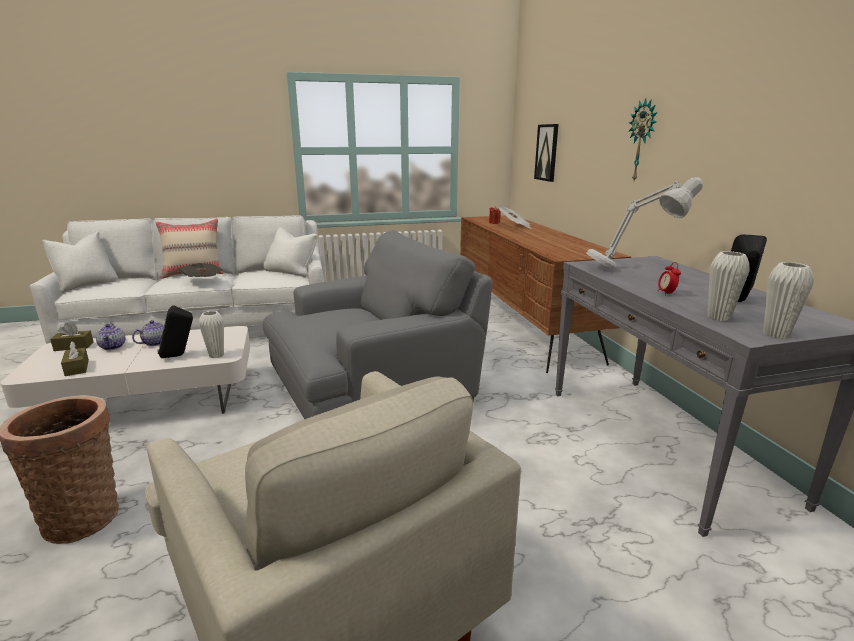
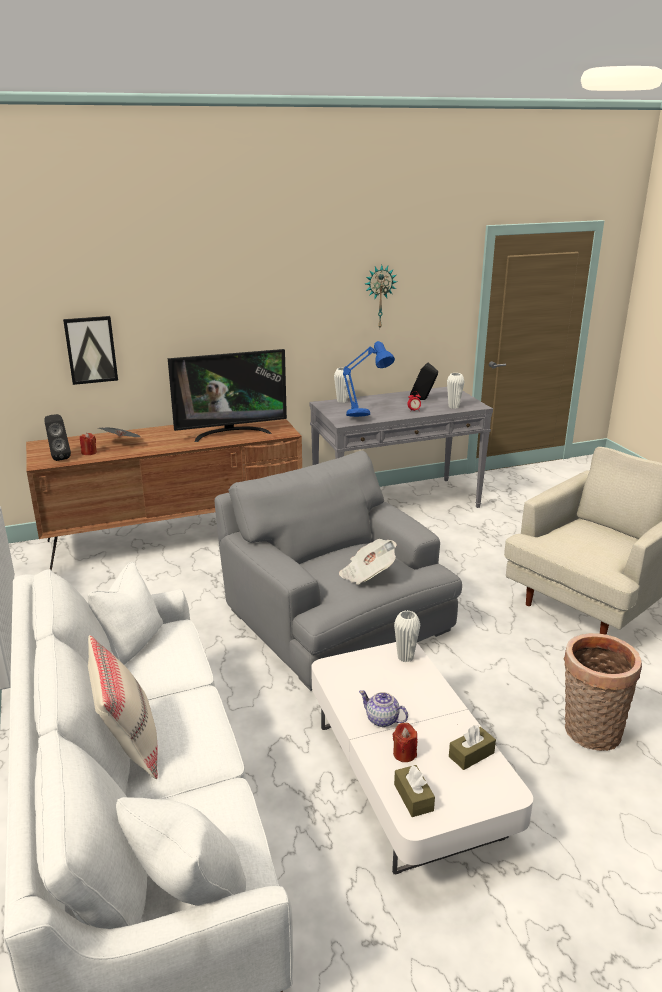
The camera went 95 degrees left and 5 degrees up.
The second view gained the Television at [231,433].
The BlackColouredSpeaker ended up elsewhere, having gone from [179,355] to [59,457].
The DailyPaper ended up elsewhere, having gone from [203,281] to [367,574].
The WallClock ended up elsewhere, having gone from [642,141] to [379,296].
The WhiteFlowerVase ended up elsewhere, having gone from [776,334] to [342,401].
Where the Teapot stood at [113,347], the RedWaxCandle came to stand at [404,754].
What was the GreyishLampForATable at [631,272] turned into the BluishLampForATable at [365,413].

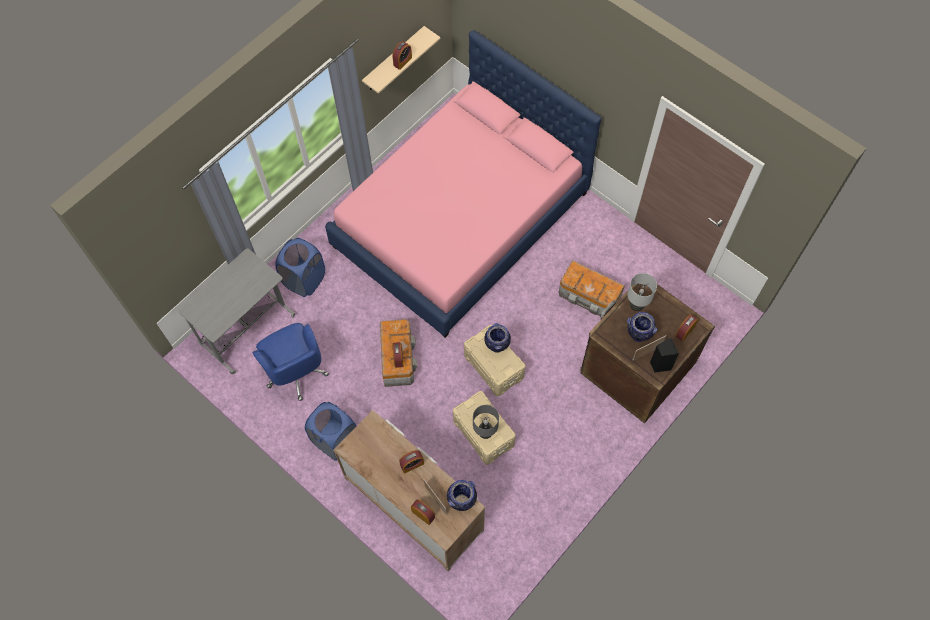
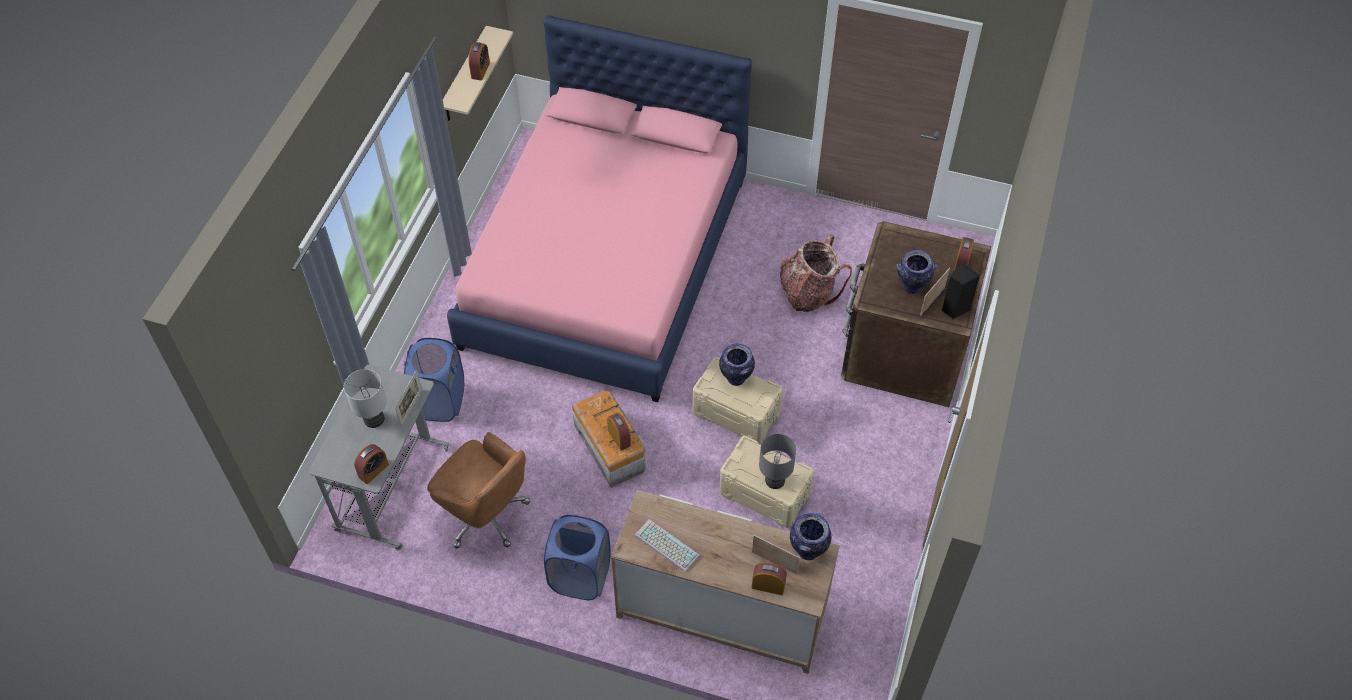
The camera went 25 degrees left and 10 degrees down.
The second view gained the PictureFrame at [411,407].
The second view gained the Keyboard at [665,546].
The BedsideClock ended up elsewhere, having gone from [412,464] to [373,470].
The GreyishLampForATable ended up elsewhere, having gone from [637,304] to [374,419].
Where the StorageContainer stood at [589,297], the Backpack came to stand at [808,293].
What was the BluishOfficeChair at [296,373] turned into the BrownOfficeChair at [485,515].

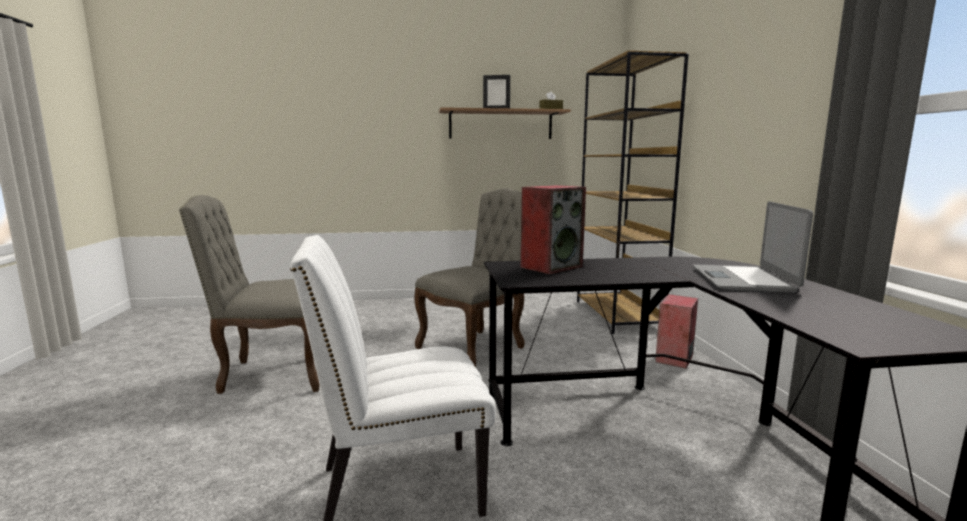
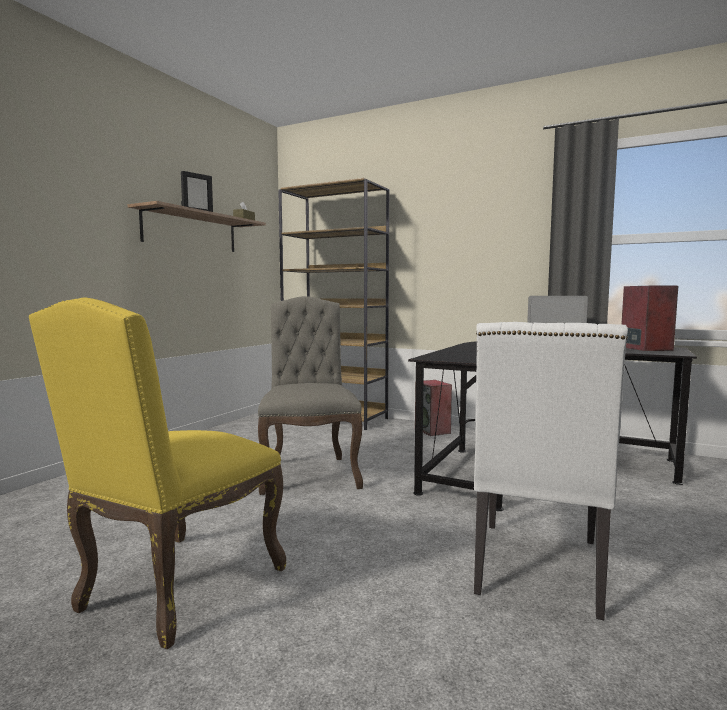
The camera went 55 degrees left and 5 degrees down.
The Speaker ended up elsewhere, having gone from [551,267] to [644,348].
What was the GreyishChair at [275,373] turned into the YellowColouredChair at [176,588].

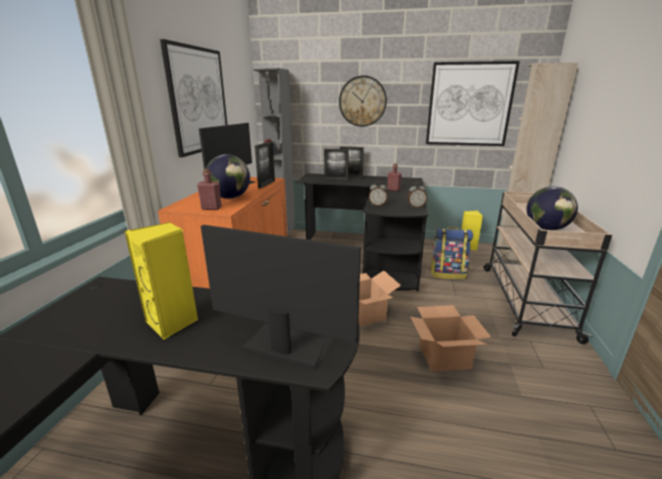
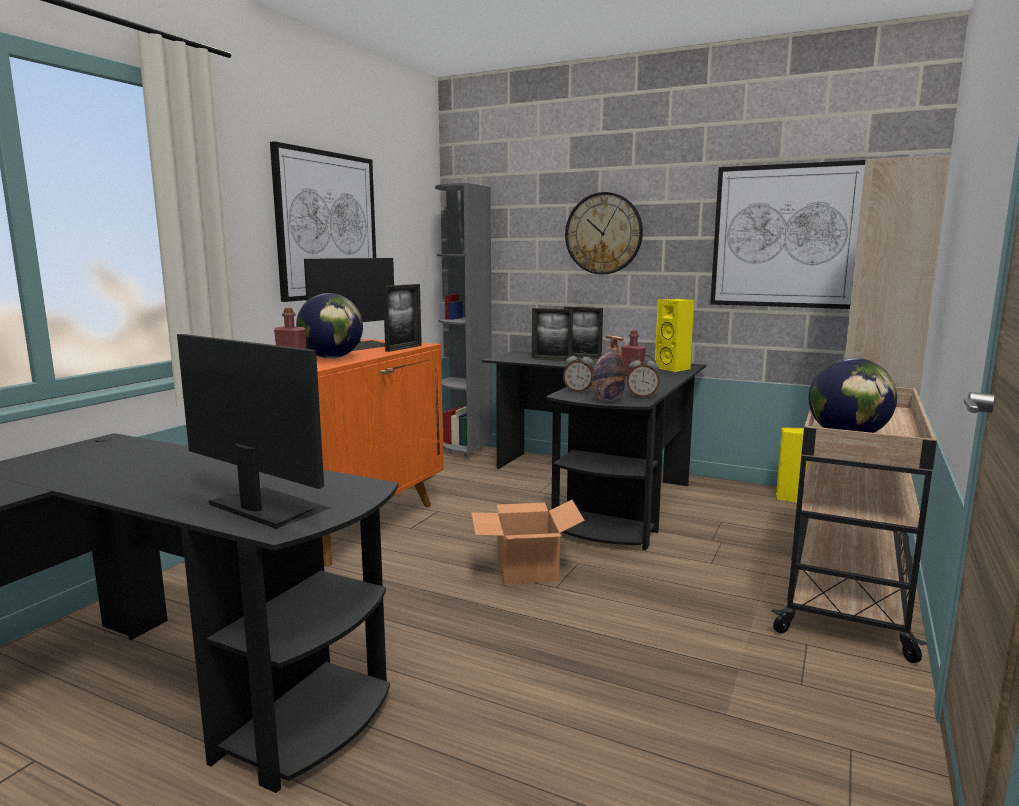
The camera went 15 degrees right and 10 degrees down.
The second view lost the PackingBox at [443,357].
The second view lost the Backpack at [448,274].
The second view gained the DrinkBottle at [607,400].
The YellowColouredSpeaker ended up elsewhere, having gone from [173,323] to [674,369].

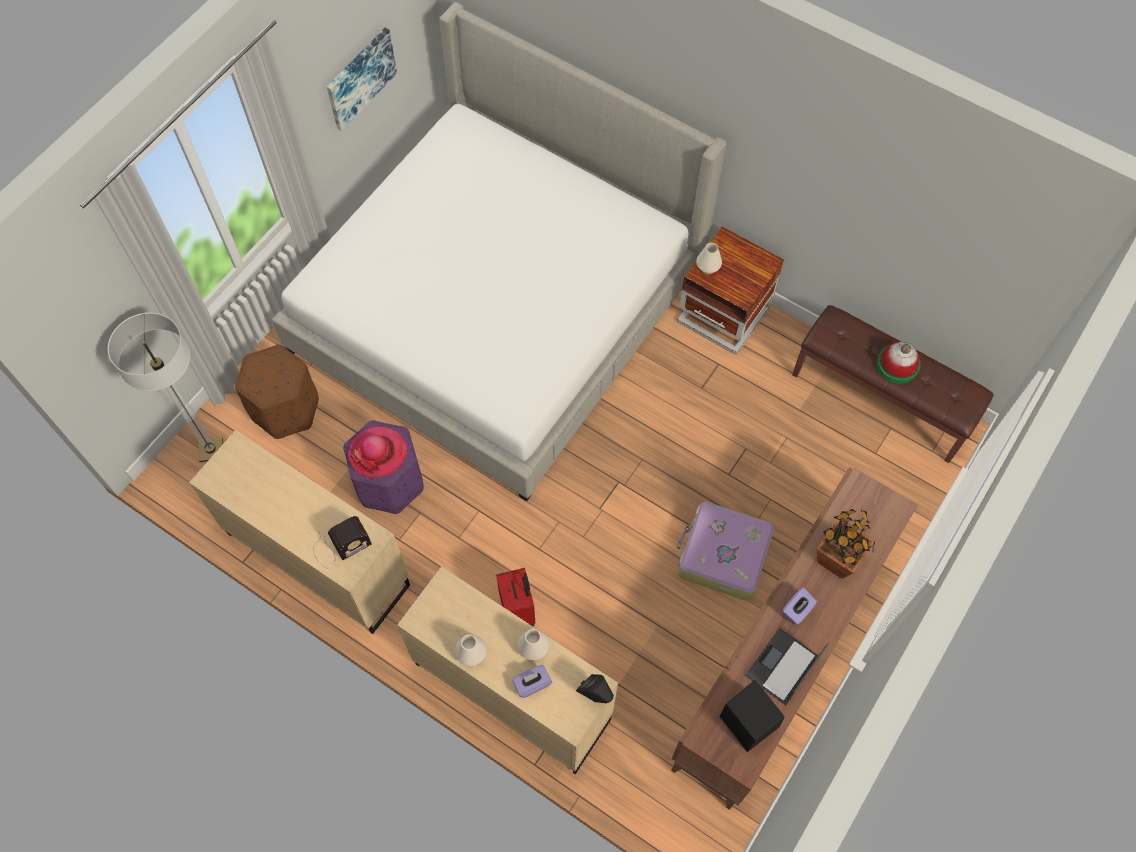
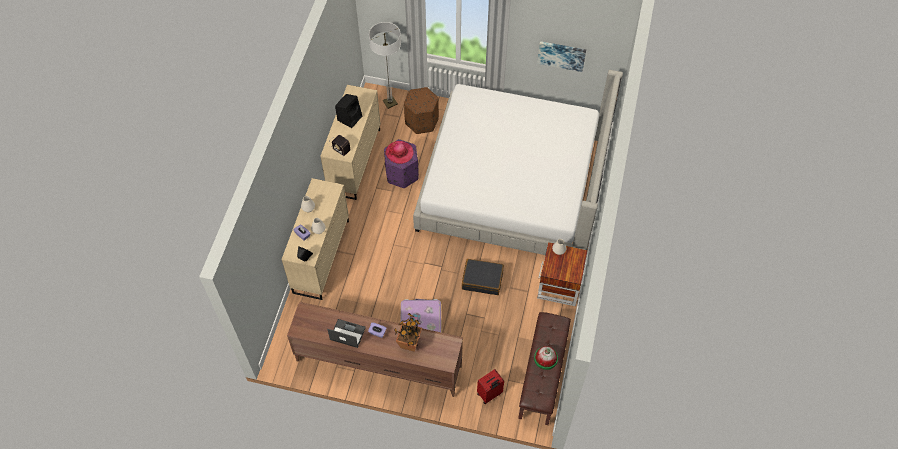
The camera went 70 degrees right and 5 degrees down.
The second view gained the BlackColouredPieceOfLuggage at [482,279].
The RedPieceOfLuggage ended up elsewhere, having gone from [518,610] to [489,394].
The BlackColouredSpeaker ended up elsewhere, having gone from [747,720] to [350,117].

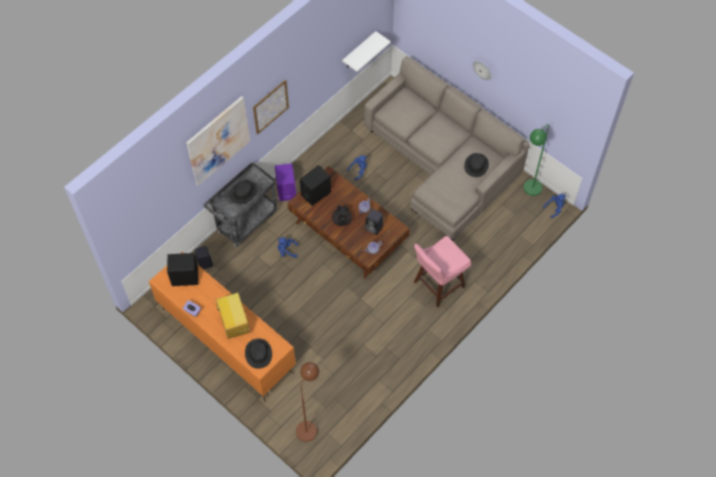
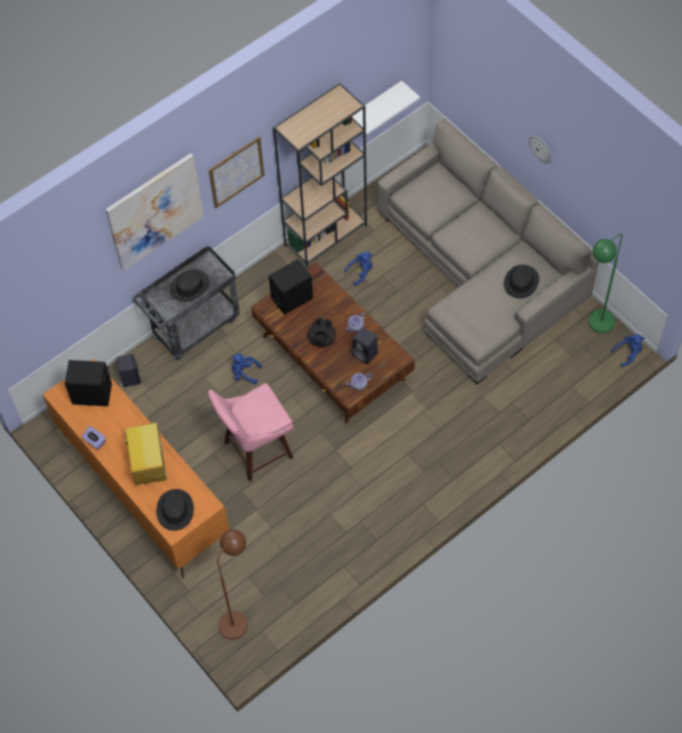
The camera went 10 degrees right and 0 degrees up.
The second view lost the PurpleColouredSpeaker at [286,190].
The second view gained the Bookshelf at [325,235].
The PinkColouredSittingStool ended up elsewhere, having gone from [437,285] to [255,451].

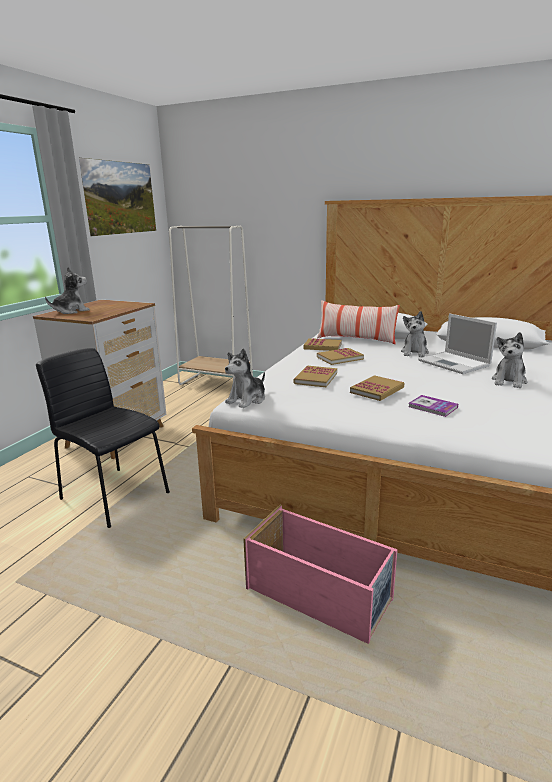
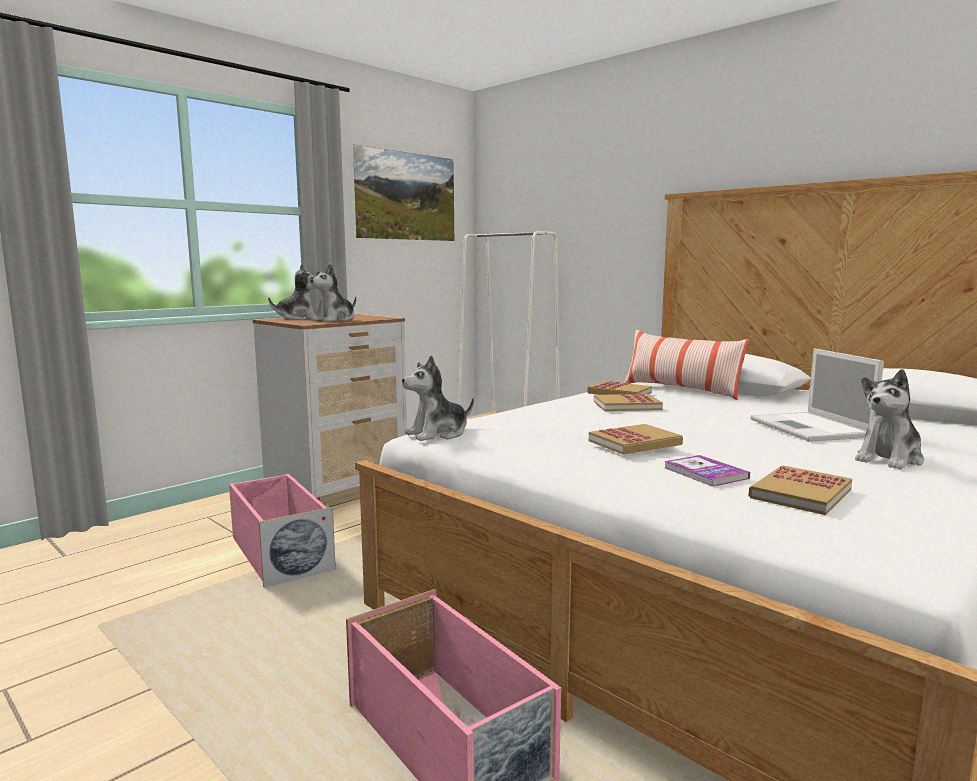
The camera went 20 degrees right and 10 degrees down.
The Volume ended up elsewhere, having gone from [315,378] to [800,493].
The SoftToy ended up elsewhere, having gone from [414,352] to [335,320].
Where the BlackColouredChair stood at [112,495], the PinkColouredStorageContainer came to stand at [279,553].

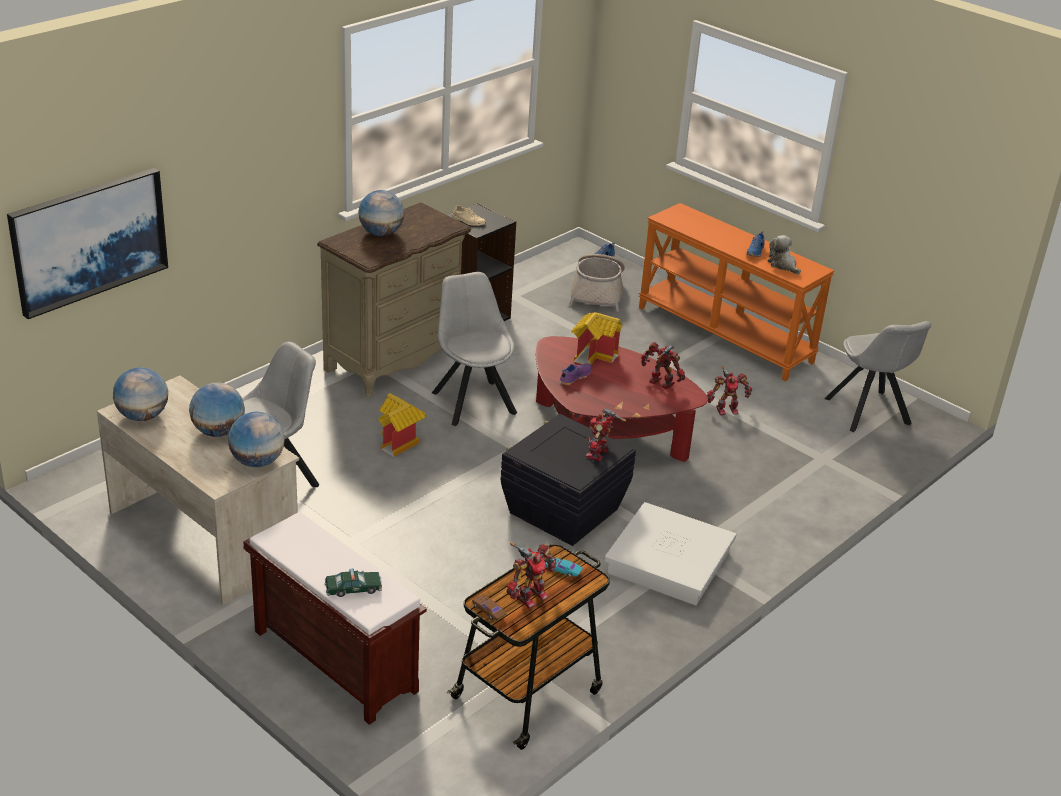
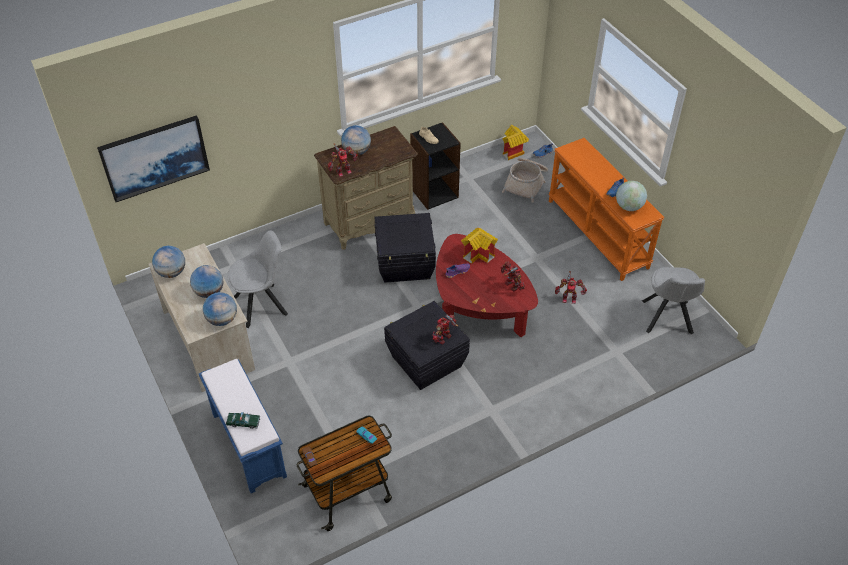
The camera went 20 degrees right and 15 degrees up.
The second view lost the WhiteStorageContainer at [668,562].
The MiniatureHouse ended up elsewhere, having gone from [400,443] to [513,152].
The RobotFigure ended up elsewhere, having gone from [530,596] to [343,171].
Where the GreyishChair stood at [473,401], the BlackColouredStorageContainer came to stand at [405,264].
Where the SoftToy stood at [783,265], the DeskGlobe came to stand at [629,207].
What was the BrownBench at [333,660] turned into the BluishBench at [248,444].

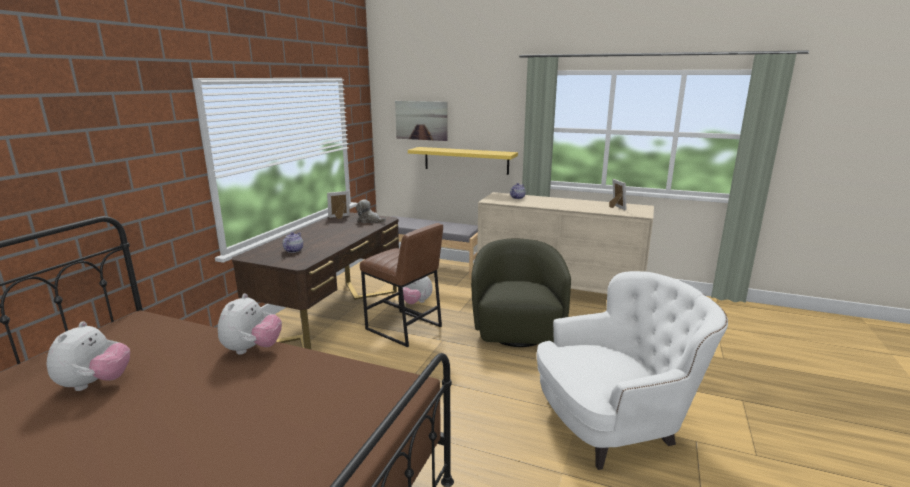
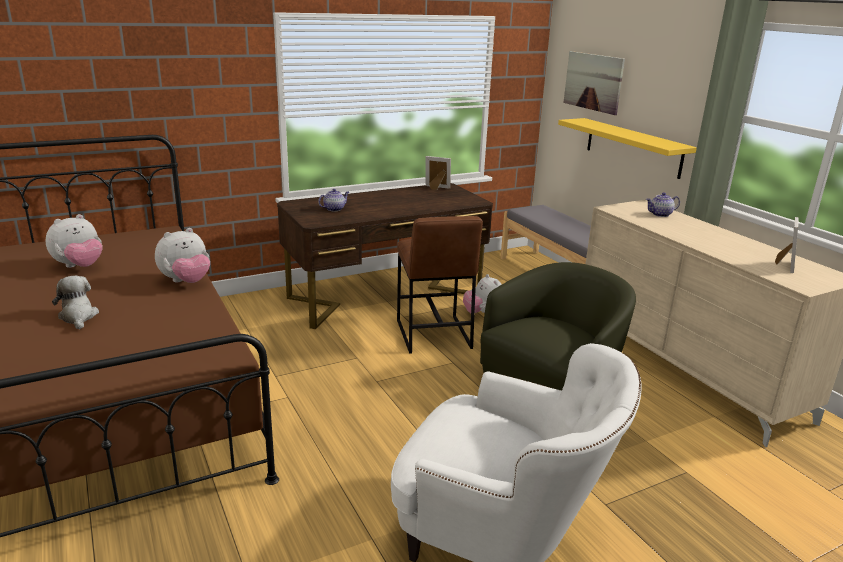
The camera went 40 degrees right and 5 degrees up.
The SoftToy ended up elsewhere, having gone from [369,221] to [78,317].

